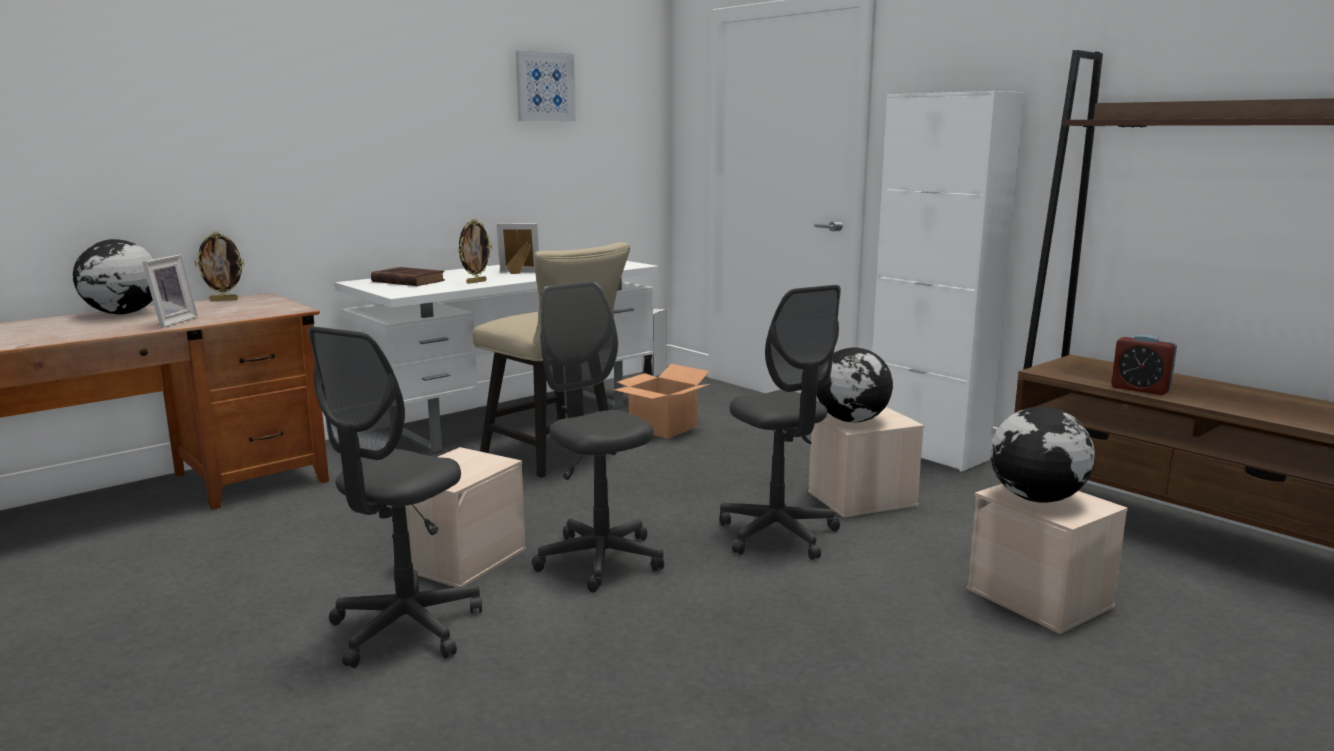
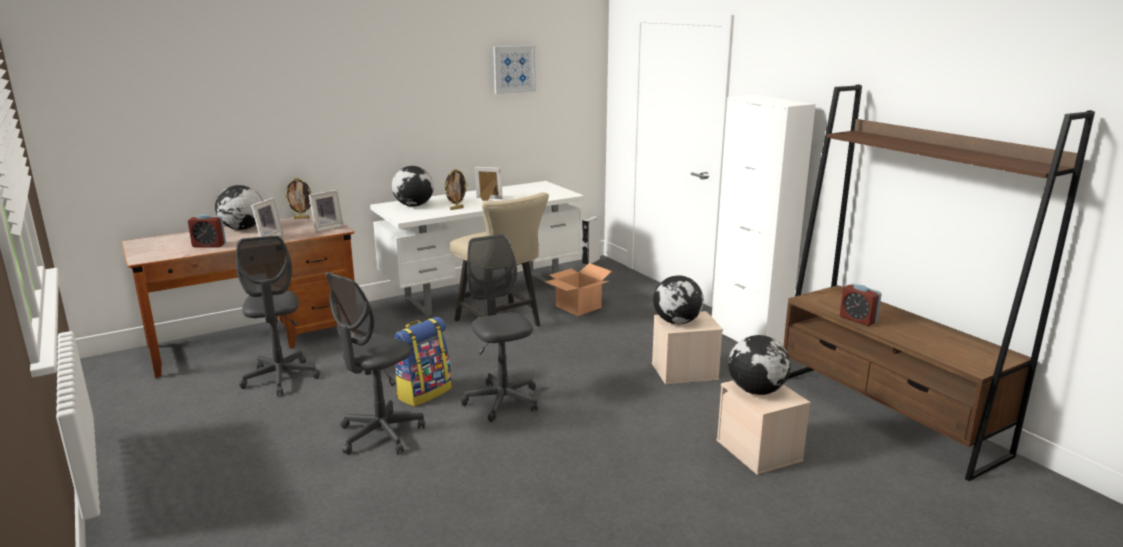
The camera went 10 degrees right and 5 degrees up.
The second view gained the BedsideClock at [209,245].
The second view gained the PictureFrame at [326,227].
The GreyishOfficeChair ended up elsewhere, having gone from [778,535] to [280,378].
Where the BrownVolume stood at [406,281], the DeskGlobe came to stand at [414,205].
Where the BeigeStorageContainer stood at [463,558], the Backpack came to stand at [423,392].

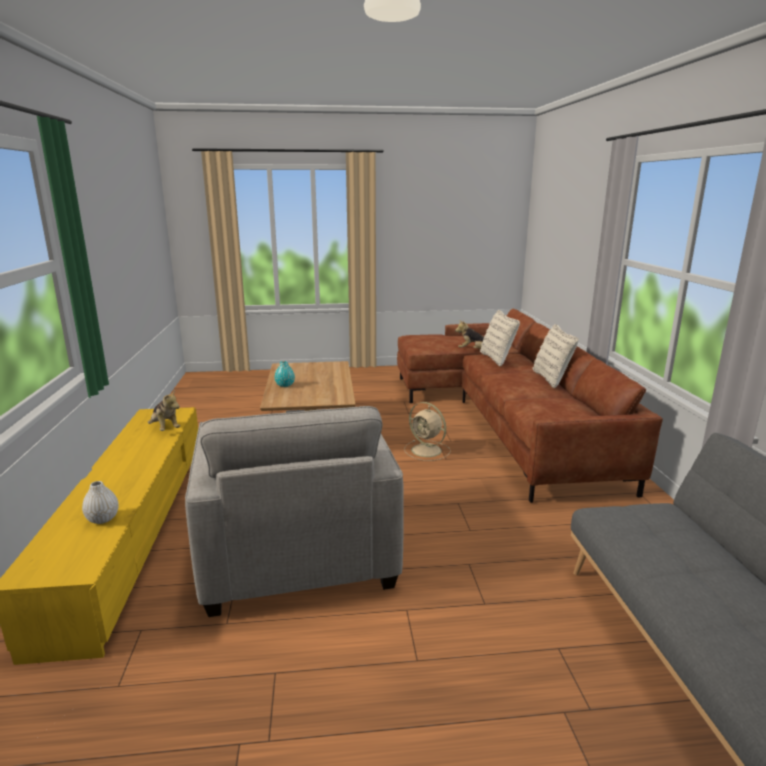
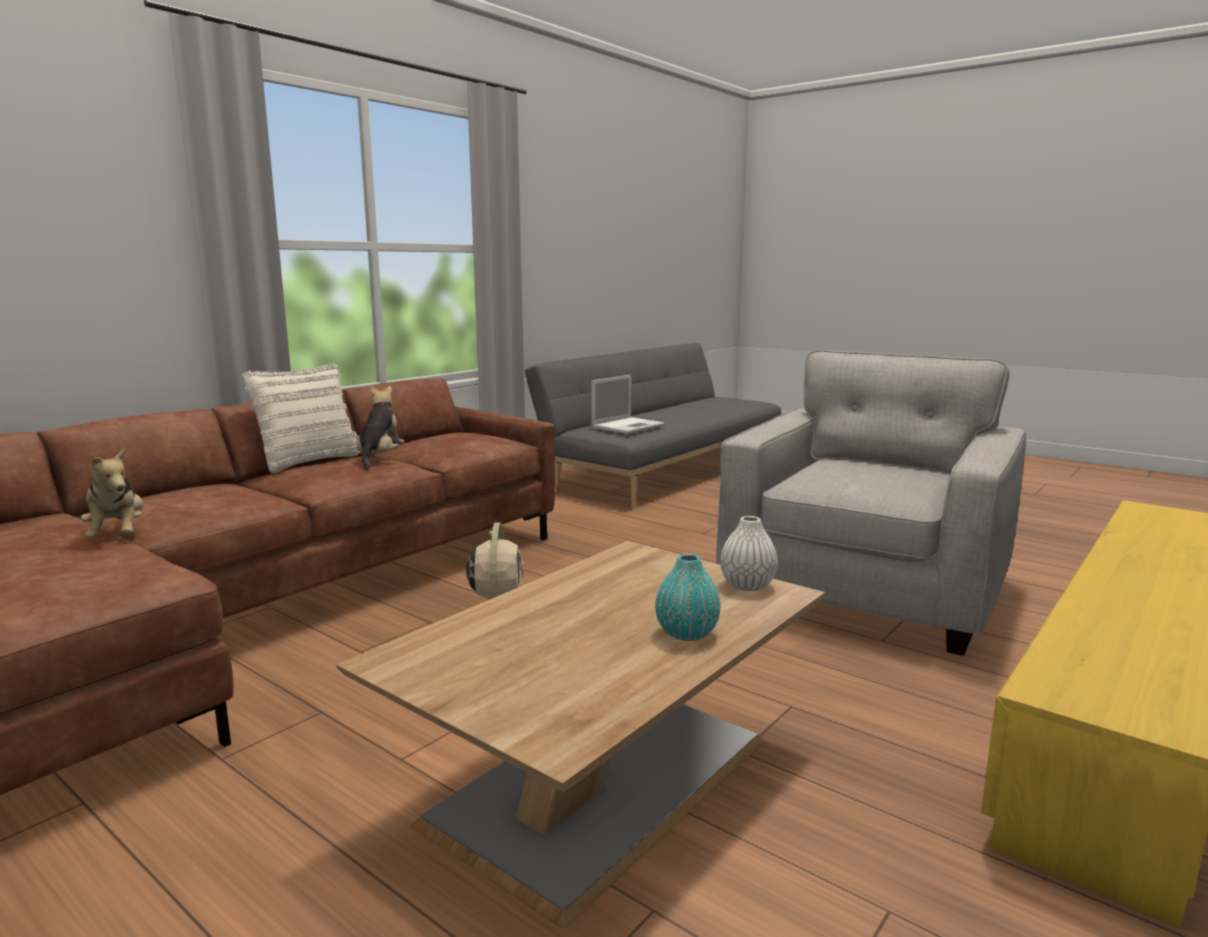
The camera went 135 degrees left and 5 degrees down.
The second view lost the BeigeCushion at [497,360].
The second view gained the Laptop at [628,426].
The WhiteFlowerVase ended up elsewhere, having gone from [103,519] to [747,585].
The SoftToy ended up elsewhere, having gone from [165,428] to [380,458].

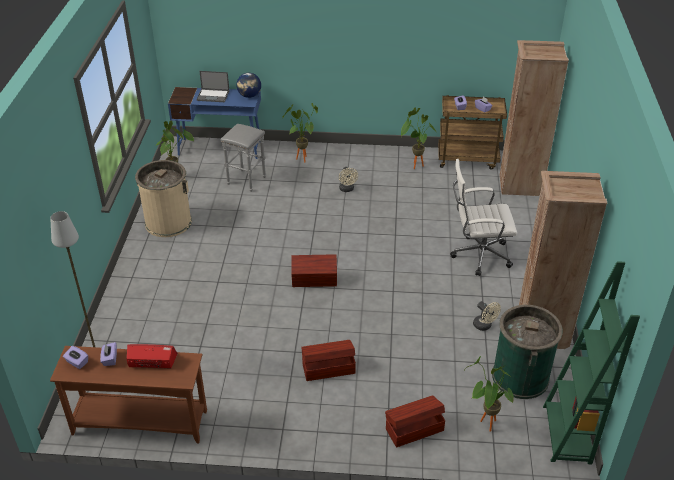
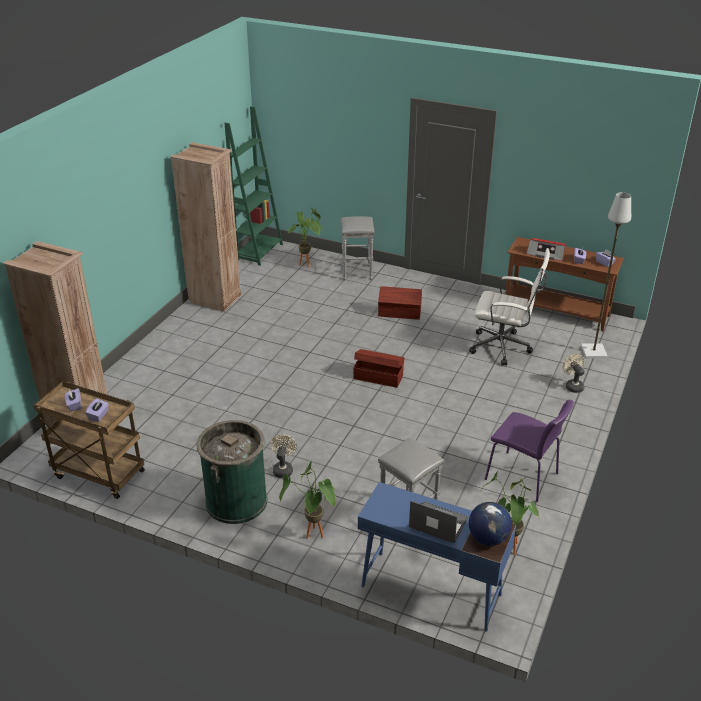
The camera went 160 degrees left and 5 degrees down.
The second view lost the Houseplant at [414,165].
The DeskGlobe ended up elsewhere, having gone from [249,96] to [488,538].
The WhiteOfficeChair ended up elsewhere, having gone from [478,256] to [503,347].
The BeigeFan ended up elsewhere, having gone from [484,326] to [572,385].
The GreenishTrashCan ended up elsewhere, having gone from [520,376] to [236,501].
Where the BeigeTrashCan stood at [168,222], the PurpleColouredChair came to stand at [524,477].
Where the BrownStorageContainer stood at [413,429], the GreyishSittingStool came to stand at [357,272].

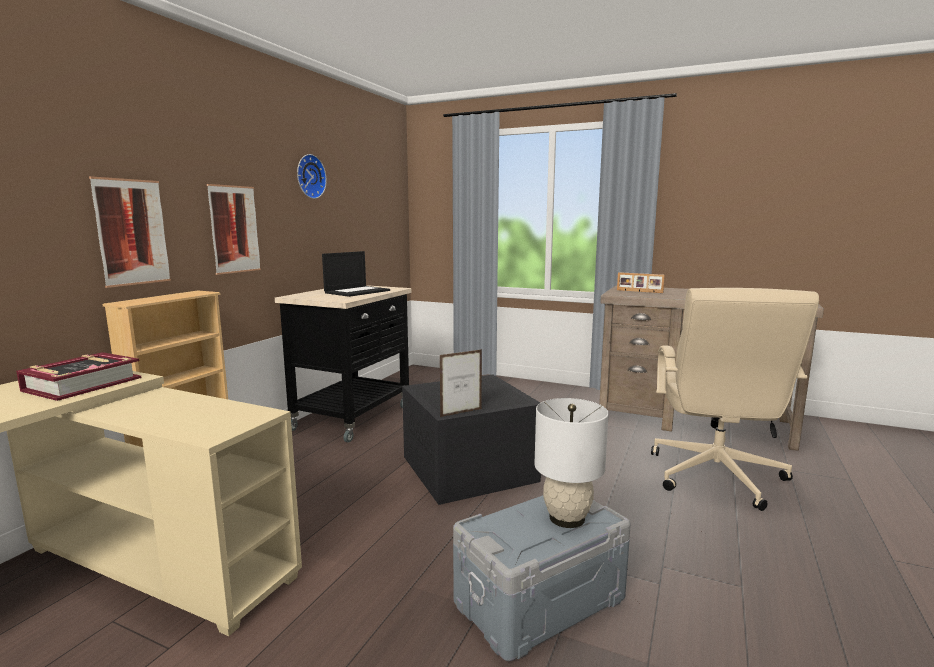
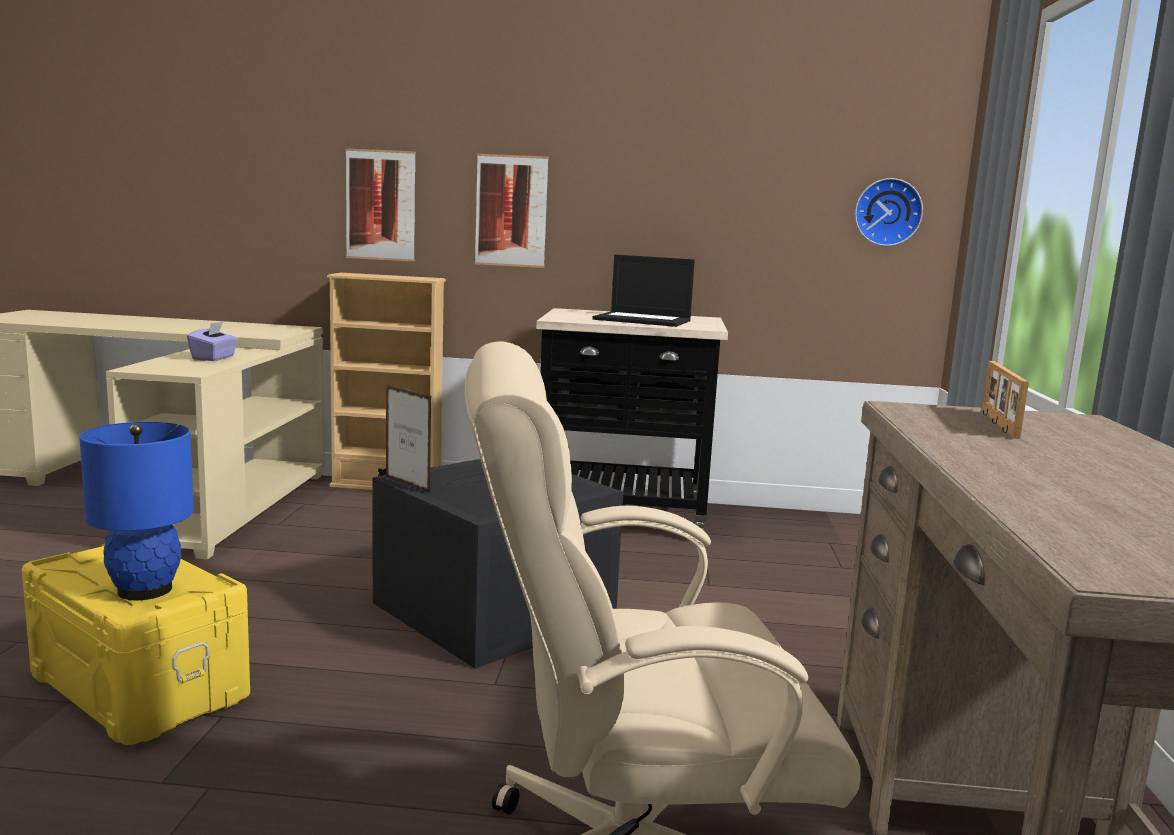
The camera went 70 degrees right and 0 degrees up.
The second view lost the Volume at [82,384].
The second view gained the PurpleColouredTissueHolder at [214,358].
The WallClock ended up elsewhere, having gone from [309,176] to [887,212].
What was the GreyishStorageContainer at [538,600] turned into the YellowColouredStorageContainer at [141,685].
What was the WhiteLampForATable at [566,518] turned into the BluishLampForATable at [145,590].

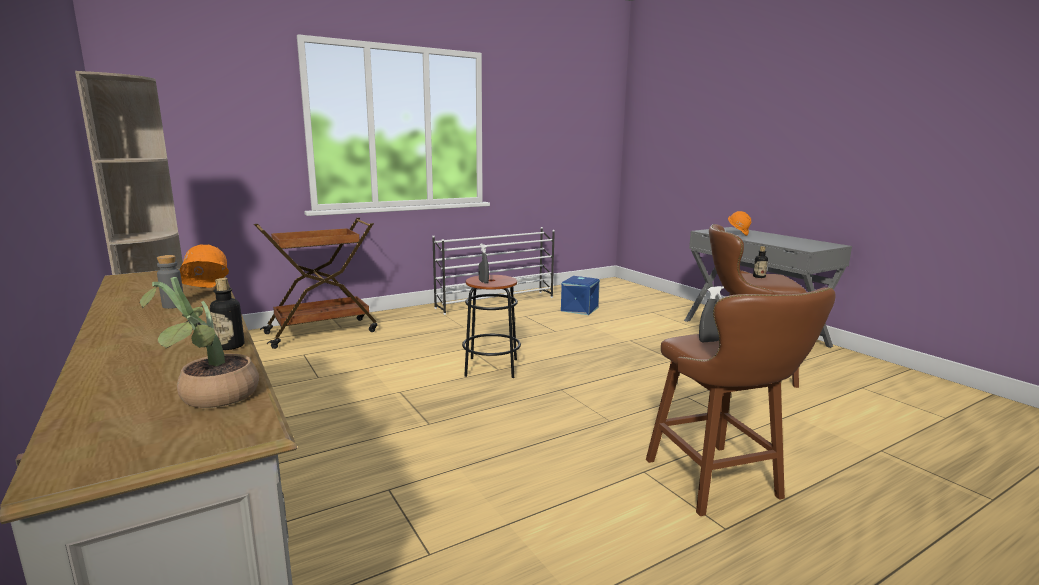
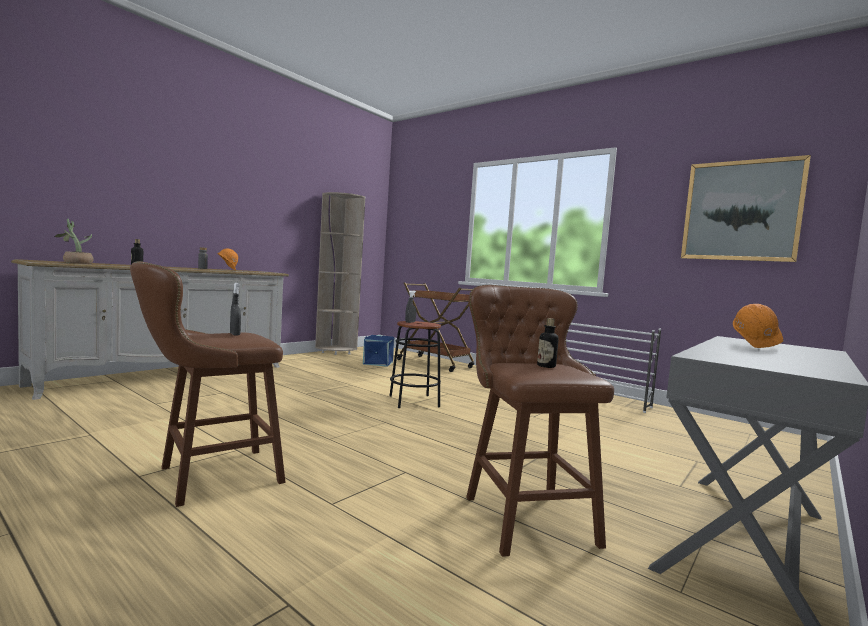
The camera went 70 degrees right and 10 degrees down.
The second view gained the WallArt at [741,211].
The BluishStorageContainer ended up elsewhere, having gone from [579,309] to [378,363].

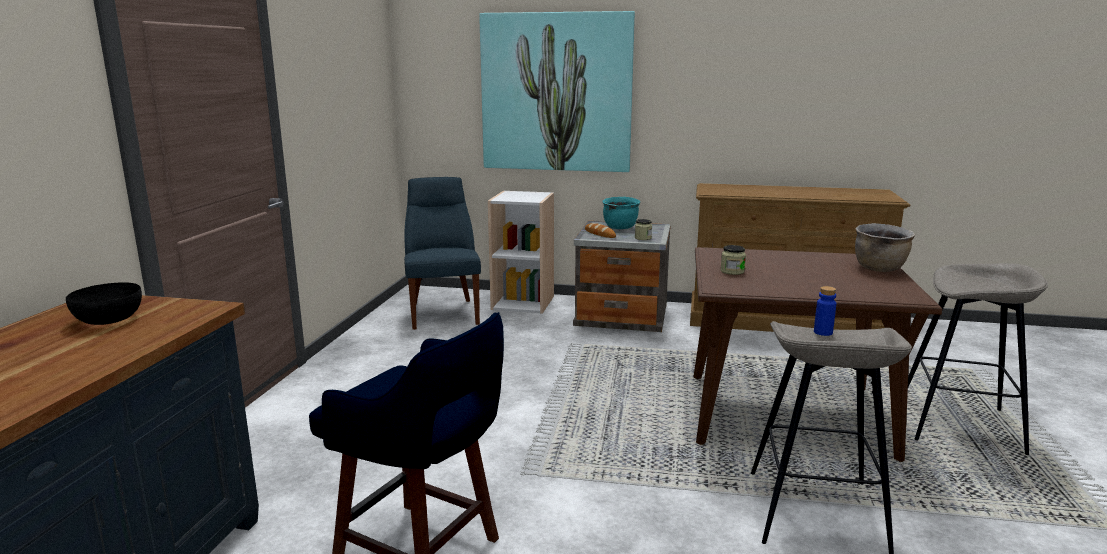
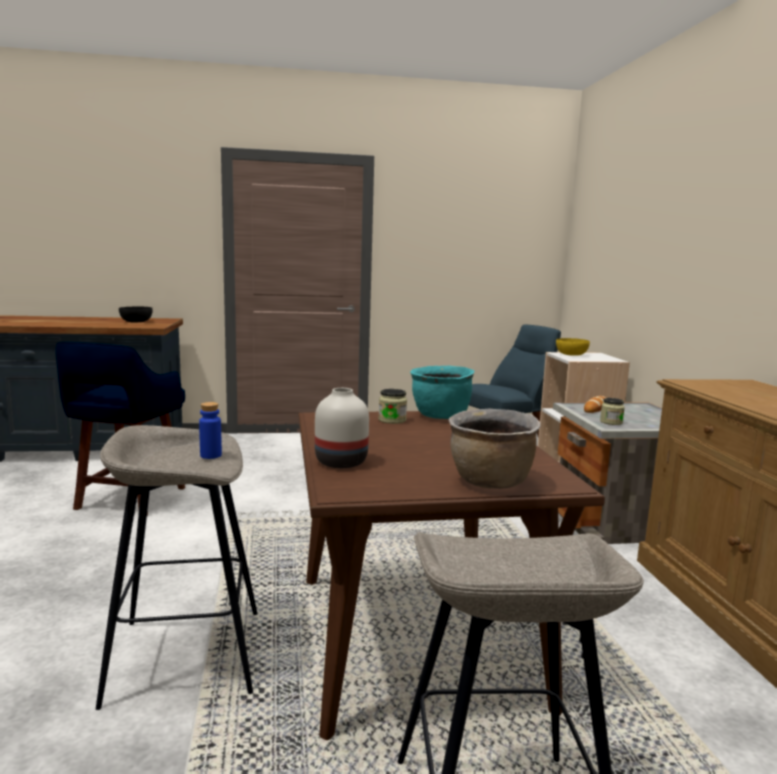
The camera went 70 degrees right and 5 degrees down.
The second view lost the WallArt at [556,93].
The second view gained the WhiteFlowerVase at [341,463].
The second view gained the YellowColouredDeepDish at [571,354].
The BlueGreenSaucepot ended up elsewhere, having gone from [620,227] to [440,416].

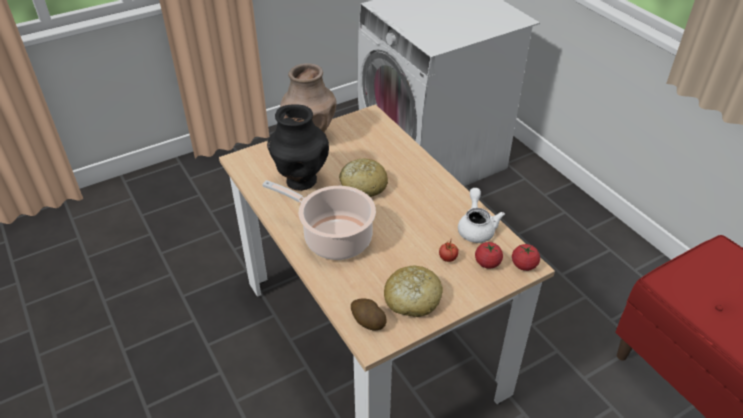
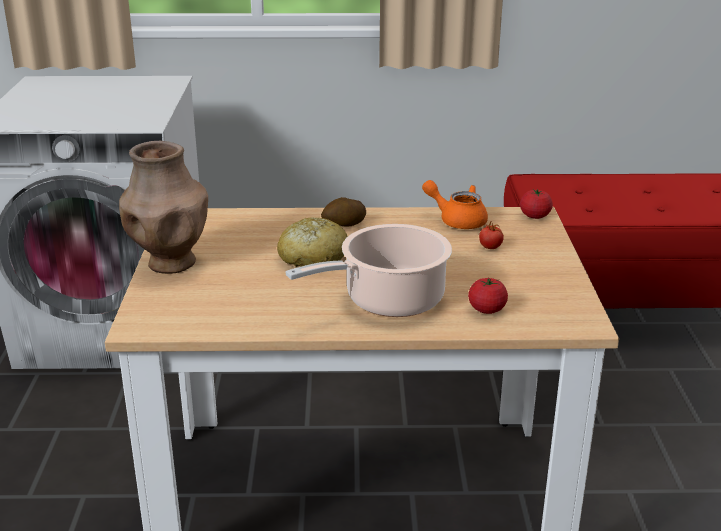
The camera went 60 degrees left and 15 degrees down.
The second view lost the BlackColouredFlowerVase at [301,181].
The second view lost the BakedBread at [412,299].
The Spud ended up elsewhere, having gone from [367,321] to [344,225].
The FreshTomato ended up elsewhere, having gone from [487,263] to [487,309].
What was the WhiteTeapot at [476,227] turned into the OrangeTeapot at [457,220].

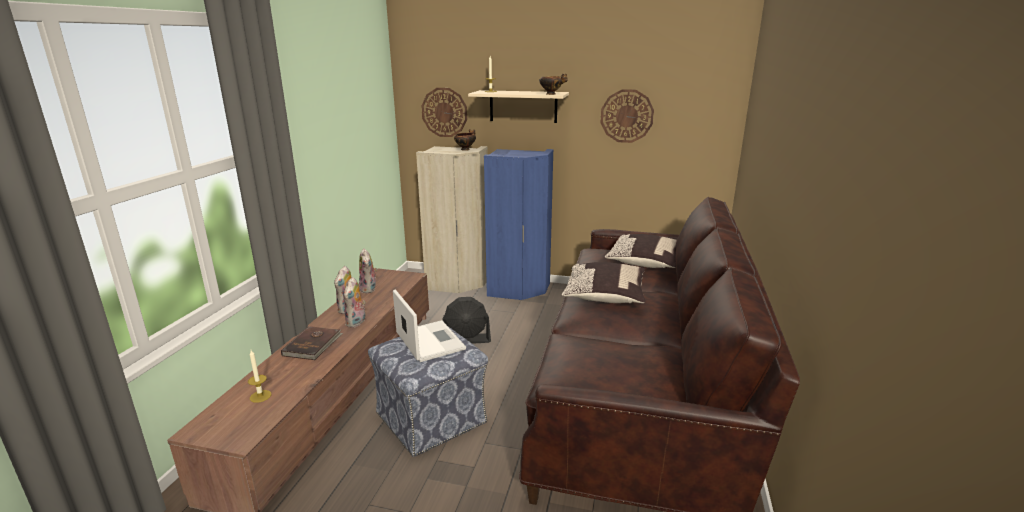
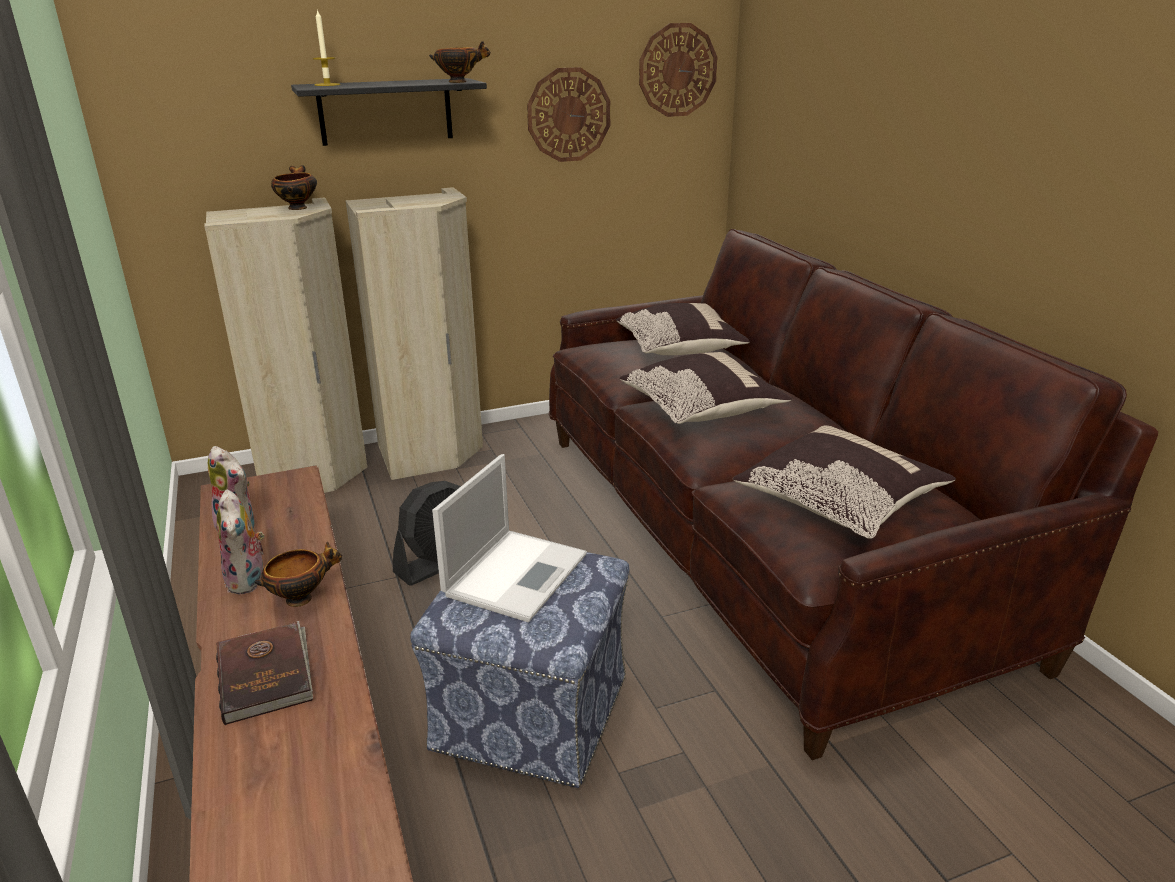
The camera went 35 degrees left and 5 degrees up.
The second view lost the WaxCandle at [260,396].
The second view gained the Cushion at [840,503].
The WallClock ended up elsewhere, having gone from [444,112] to [677,70].
Where the SoftToy stood at [356,323], the DeepDish came to stand at [302,598].
What was the BeigeShelf at [523,106] turned into the BlackColouredShelf at [385,111].
What was the BluishCabinet at [518,289] turned into the BeigeCabinet at [432,452].
The Laptop at [429,341] ended up facing another way, 90 degrees clockwise from before.

